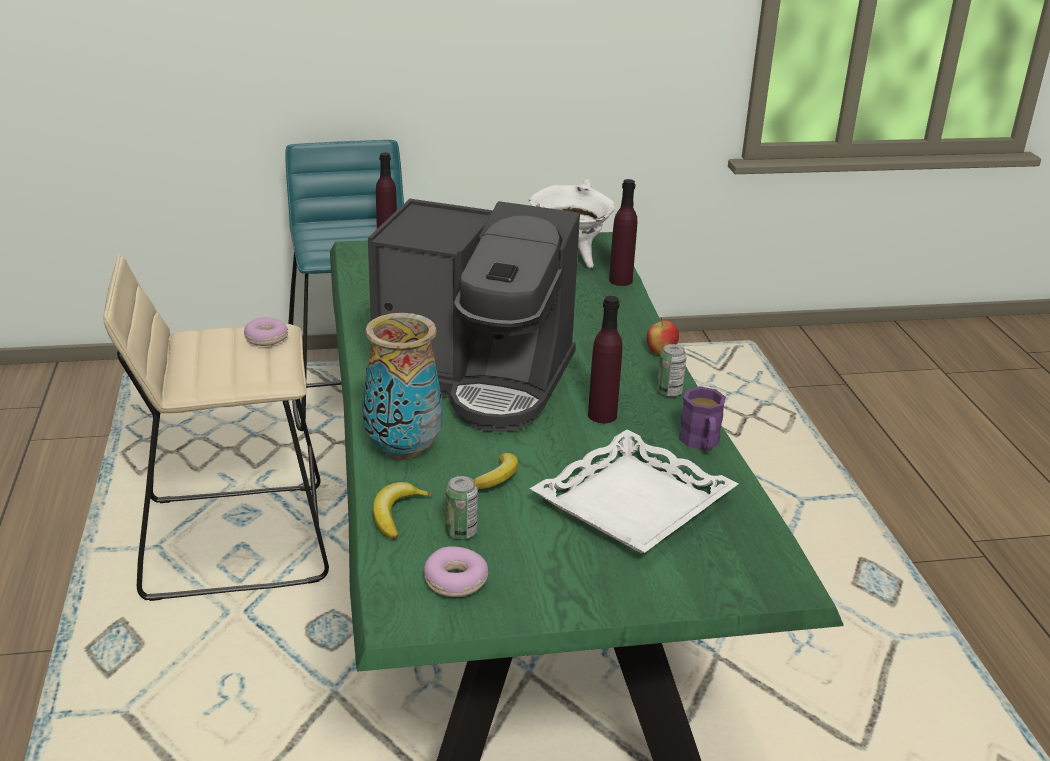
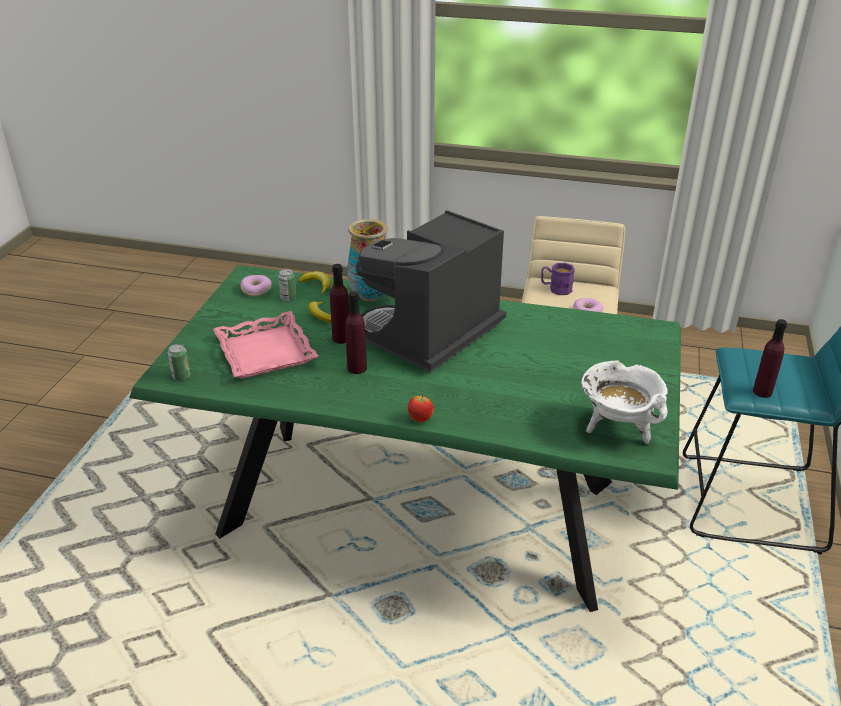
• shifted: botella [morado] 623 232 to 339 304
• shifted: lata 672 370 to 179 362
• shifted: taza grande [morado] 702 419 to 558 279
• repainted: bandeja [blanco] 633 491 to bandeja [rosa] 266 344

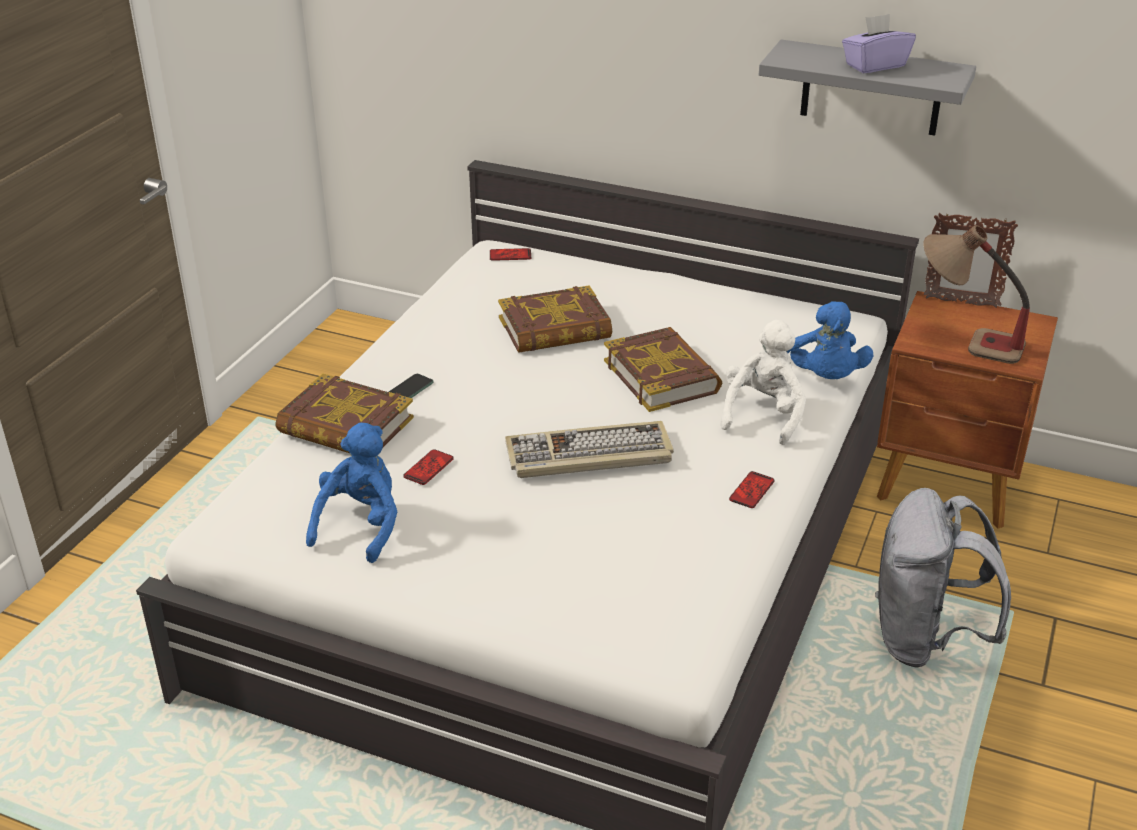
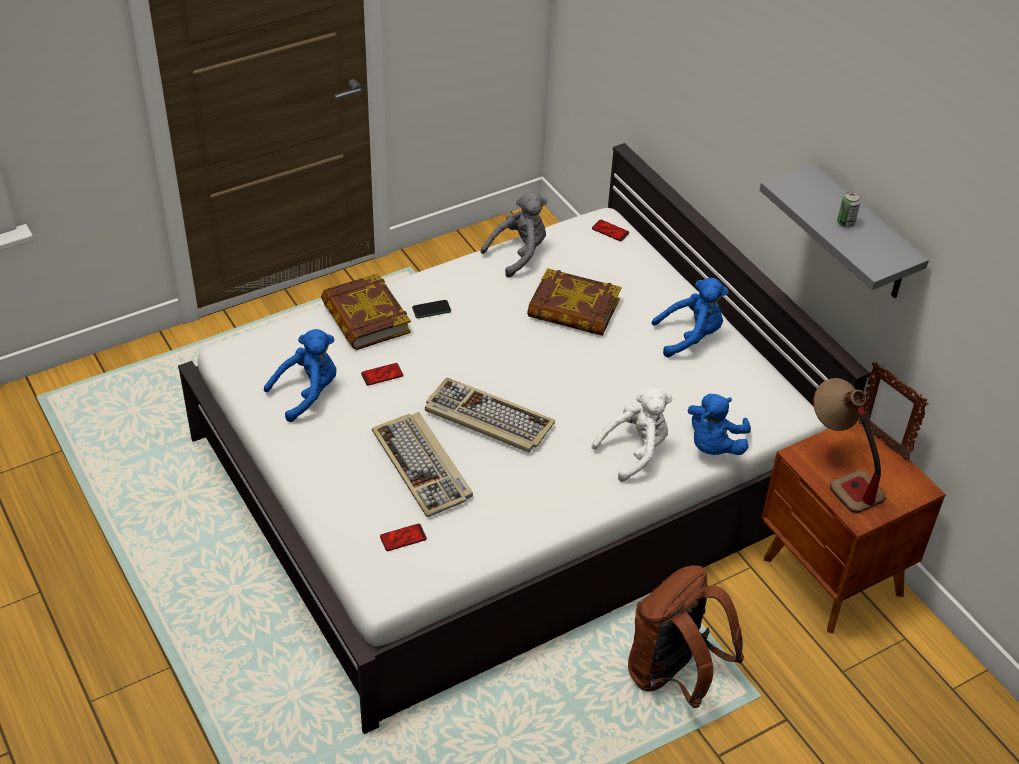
• swapped: caja de pañuelos [morado] 879 43 to lata 849 210
• gone: libro 663 369
• shifted: móvil 751 489 to 403 537
• repainted: mochila [gris] 943 578 to mochila [marrón] 686 636
• new: peluche [gris] 514 235
• new: peluche [azul] 689 318
• new: teclado 422 464

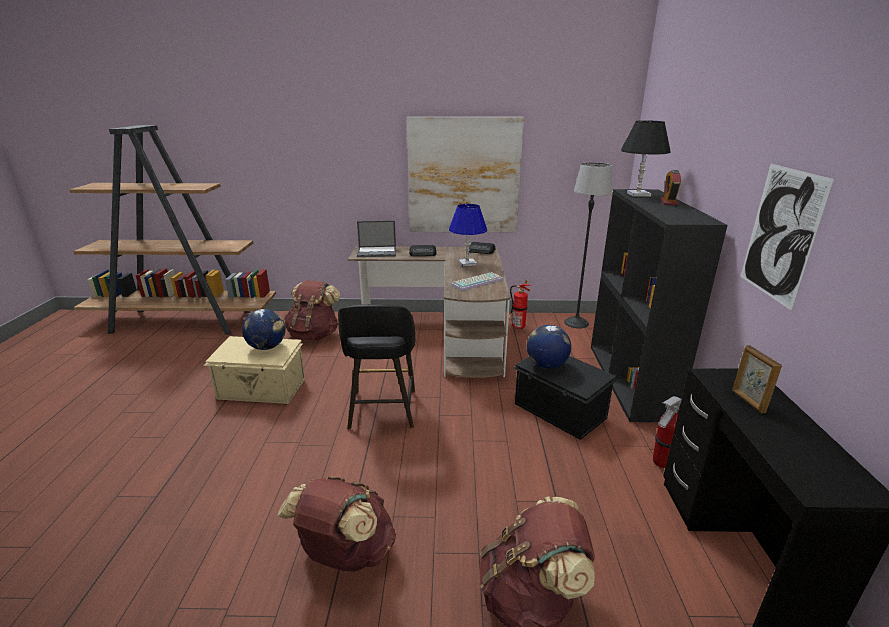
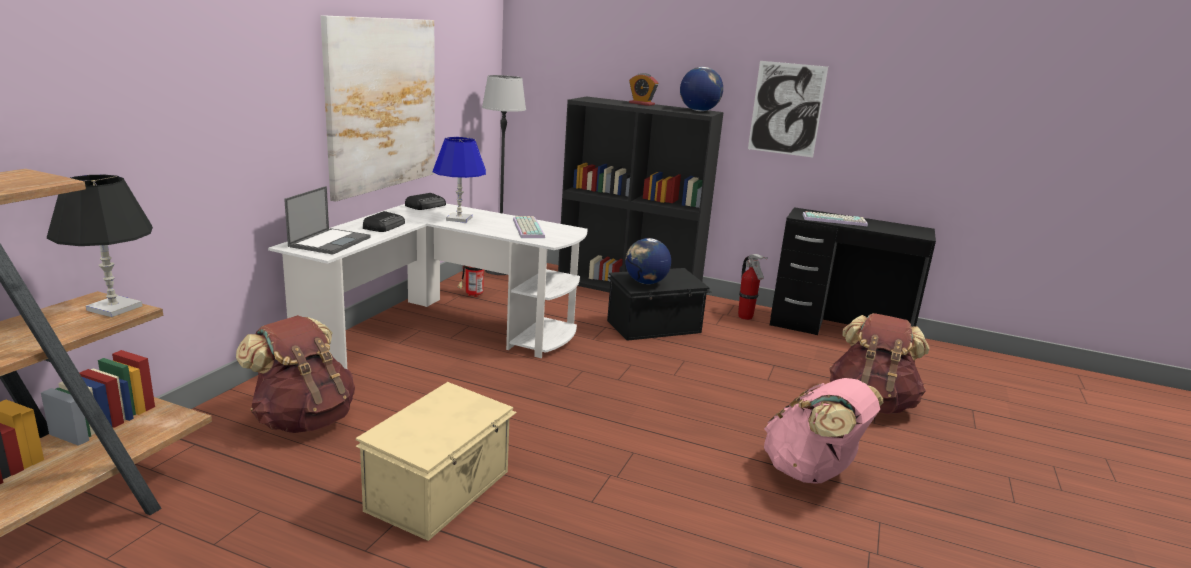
• shifted: lámpara de mesa [negro] 646 159 to 100 246
• repainted: escritorio [marrón] 429 312 to escritorio [blanco] 427 286
• gone: taburete [negro] 376 367
• shifted: globo terráqueo 264 329 to 701 89
• swapped: portarretratos 757 379 to teclado 835 218
• repainted: mochila [marrón] 337 523 to mochila [rosa] 823 431

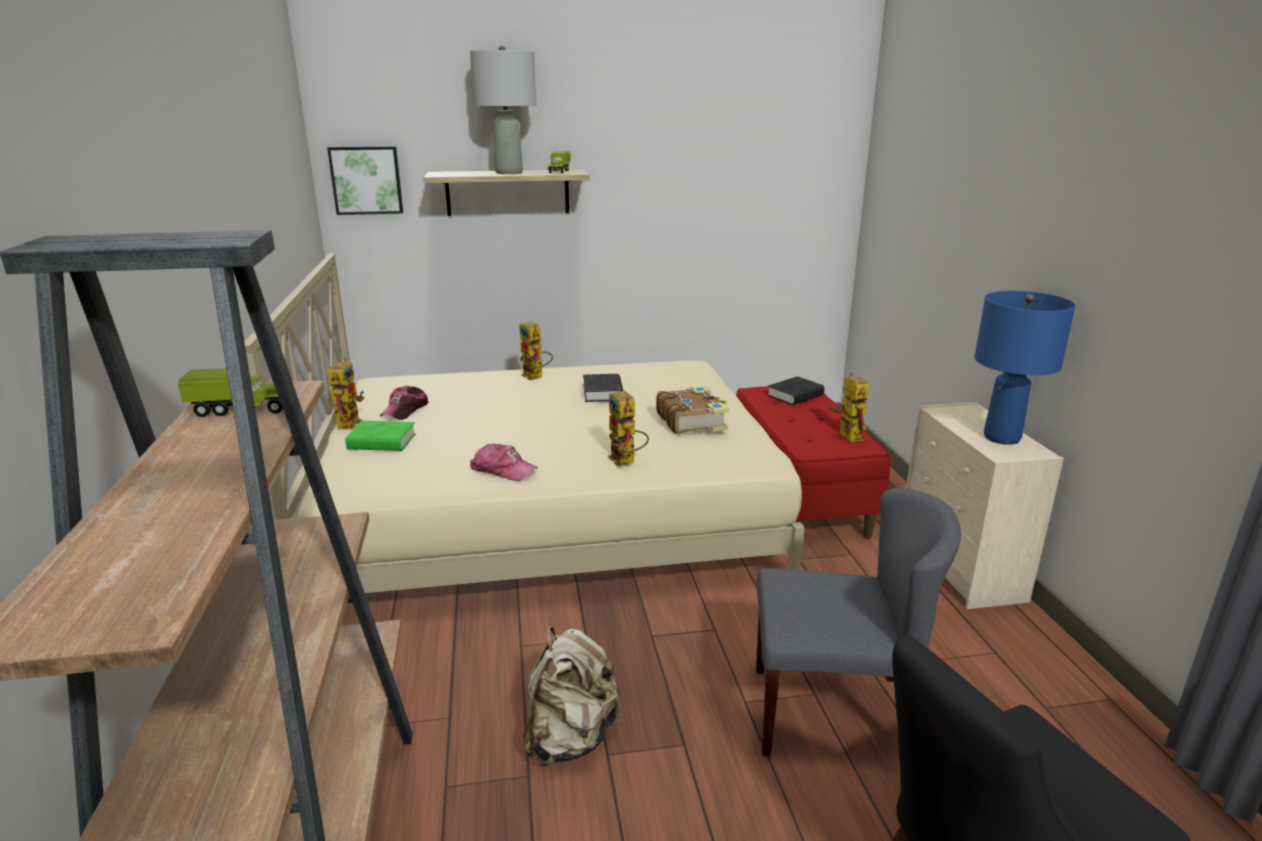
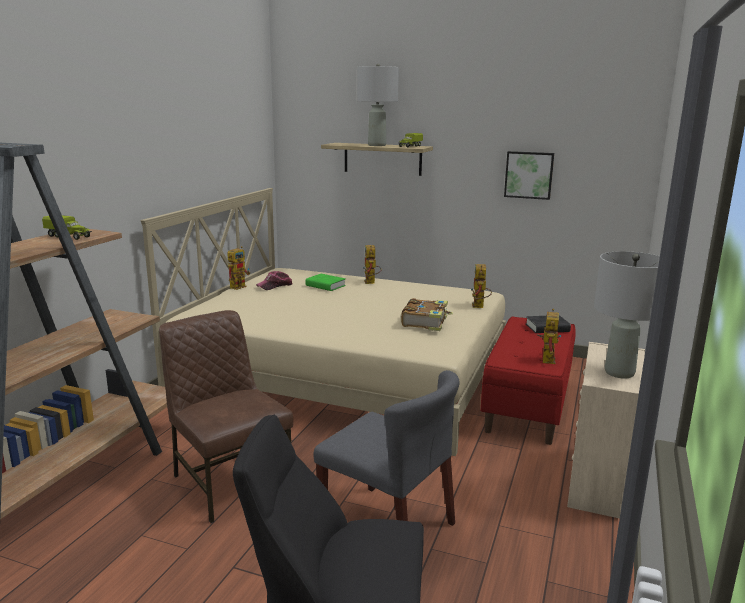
• shifted: cuadro 365 180 to 529 175
• repainted: lámpara de mesa [azul] 1025 368 to lámpara de mesa [gris] 627 315
• gone: libro [negro] 603 388
• shifted: robot de juguete 628 429 to 481 286
• shifted: libro [verde] 380 436 to 325 282
• gone: gorra 504 462
• swapped: mochila [beis] 571 696 to silla [marrón] 226 416

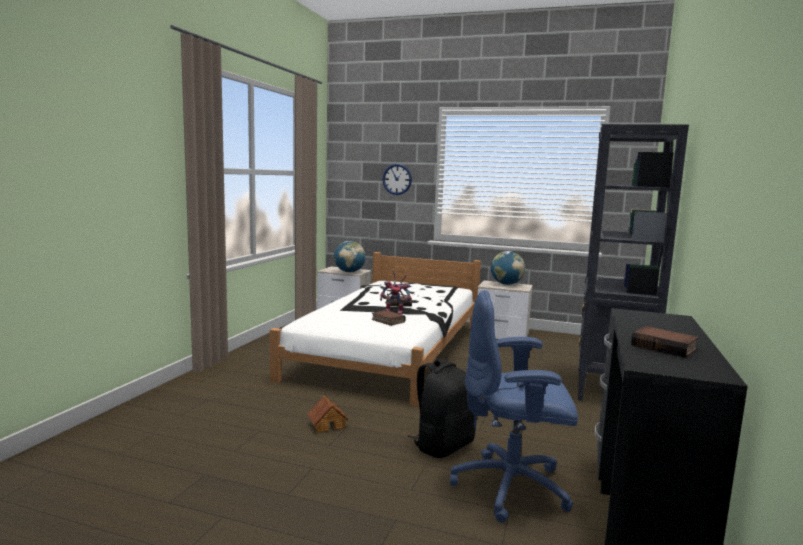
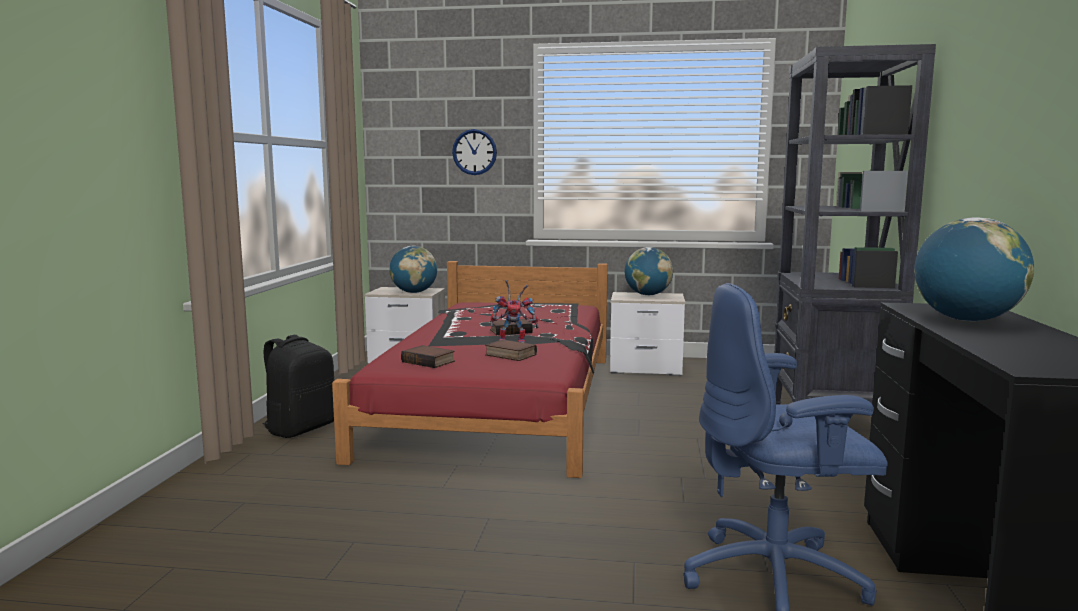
• repainted: cama [blanco] 375 329 to cama [rojo] 470 369
• shifted: libro 665 342 to 428 356
• shifted: mochila [negro] 441 408 to 298 386
• gone: casita 328 414
• new: globo terráqueo 974 269

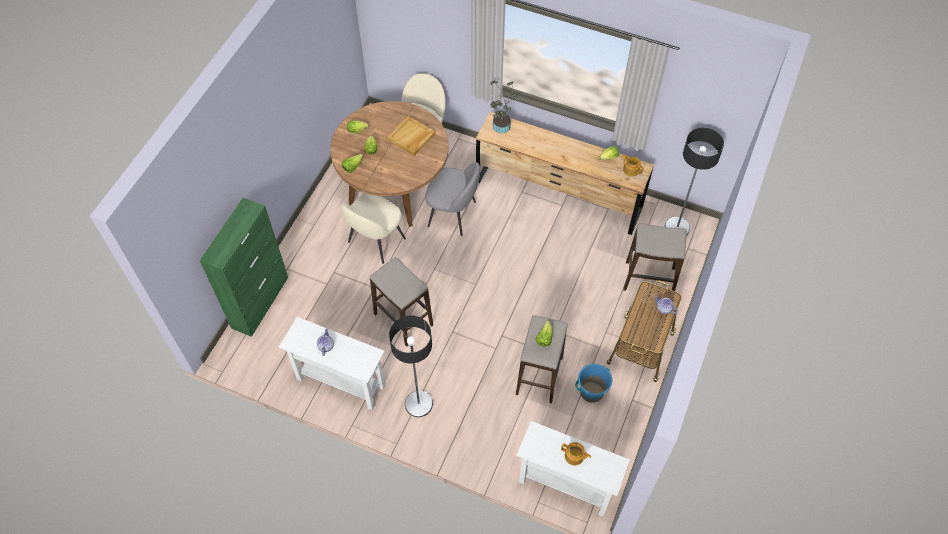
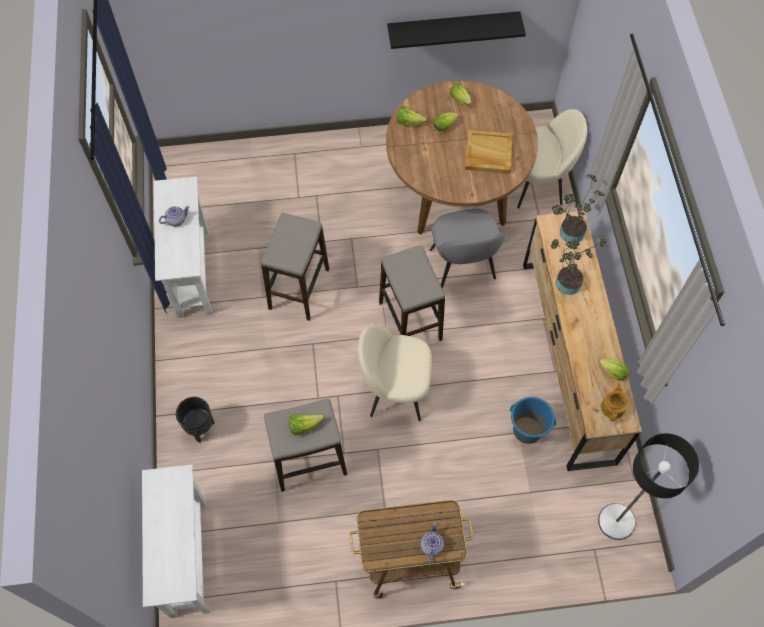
• shifted: silla [beis] 373 228 to 395 372
• gone: armario [verde] 244 267
• shifted: taburete 654 257 to 412 293
• gone: lámpara de pie 411 366
• shifted: cubo [azul] 593 383 to 532 420
• gone: tetera 576 454
• new: estante [negro] 456 30
• new: planta en maceta 578 265
• new: maceta [negro] 195 419

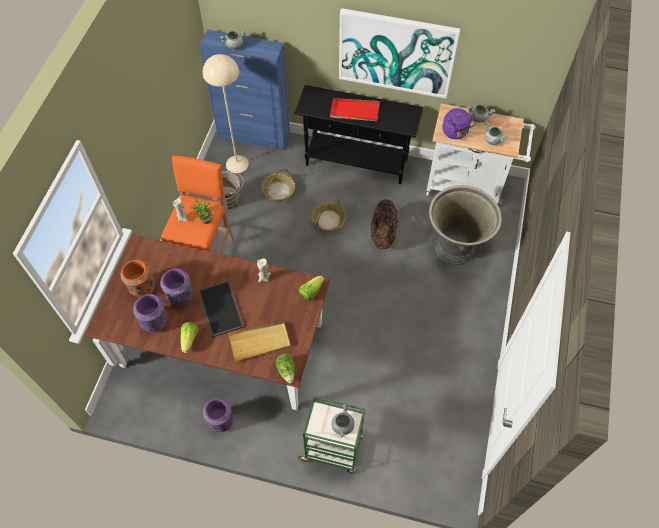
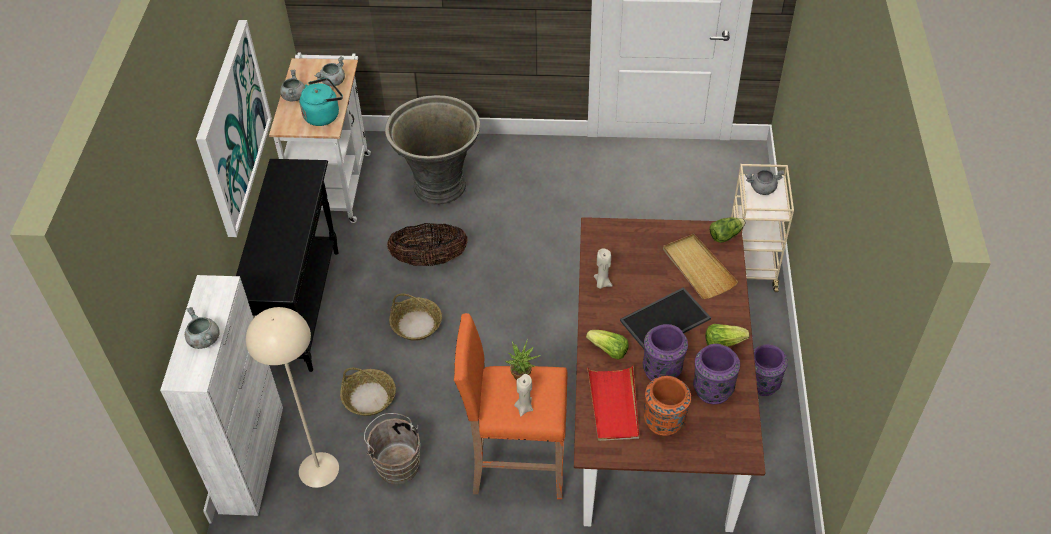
• repainted: armario [azul] 244 89 to armario [blanco] 221 395
• shifted: bandeja [rojo] 355 109 to 613 403
• repainted: hervidor [morado] 459 123 to hervidor [turquesa] 321 102
• shifted: lechuga 312 288 to 607 345
• repainted: carrito [verde] 331 435 to carrito [beis] 762 228

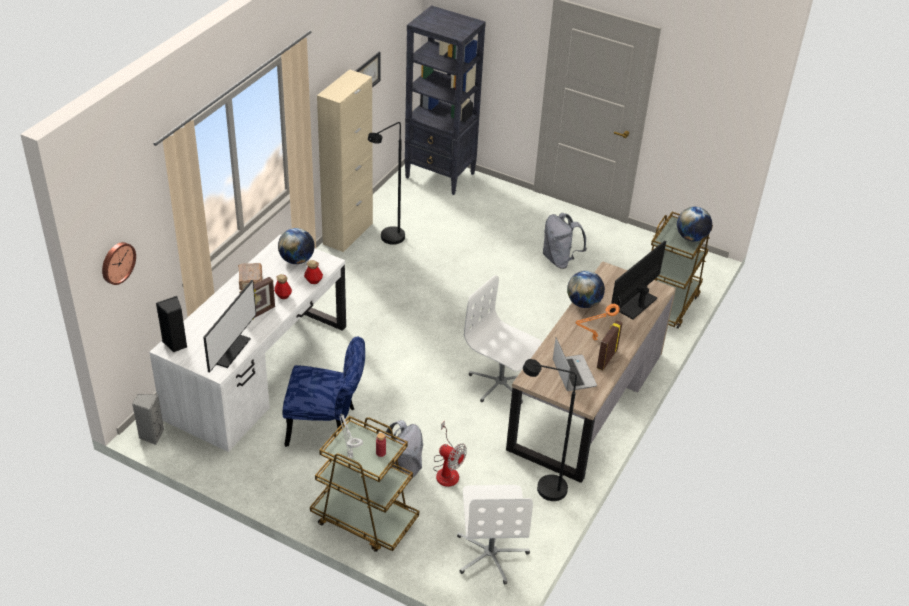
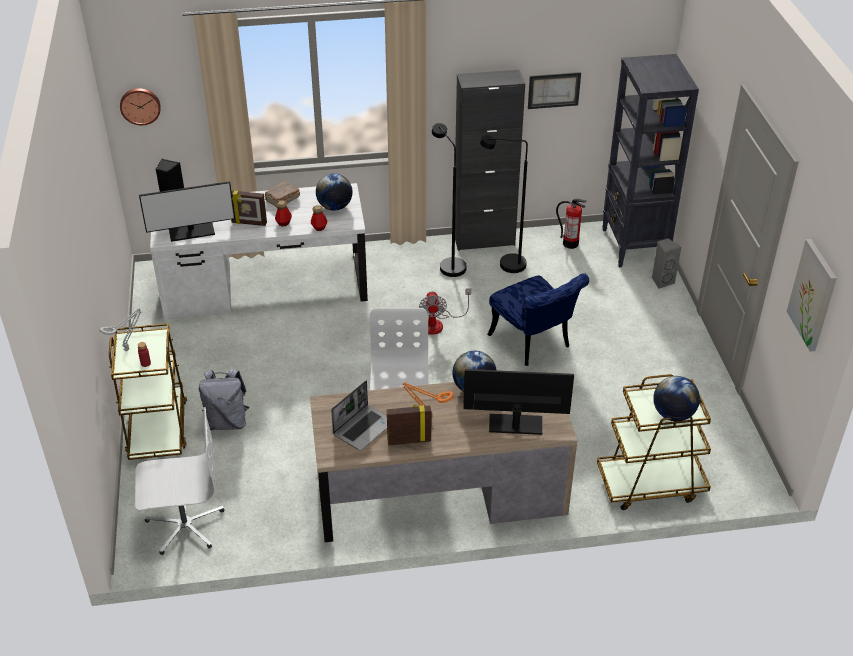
• repainted: armario [beis] 345 160 to armario [negro] 490 160
• gone: mochila [gris] 565 241
• shifted: silla [azul] 324 392 to 538 319
• shifted: lámpara de pie [negro] 550 430 to 449 200
• shifted: altavoz [gris] 148 419 to 666 263
• shifted: ventilador 450 454 to 445 311
• rotated: silla de oficina [blanco] 495 534 = 179 481 150 degrees counterclockwise
• new: extintor 571 224
• new: cuadro 812 295

